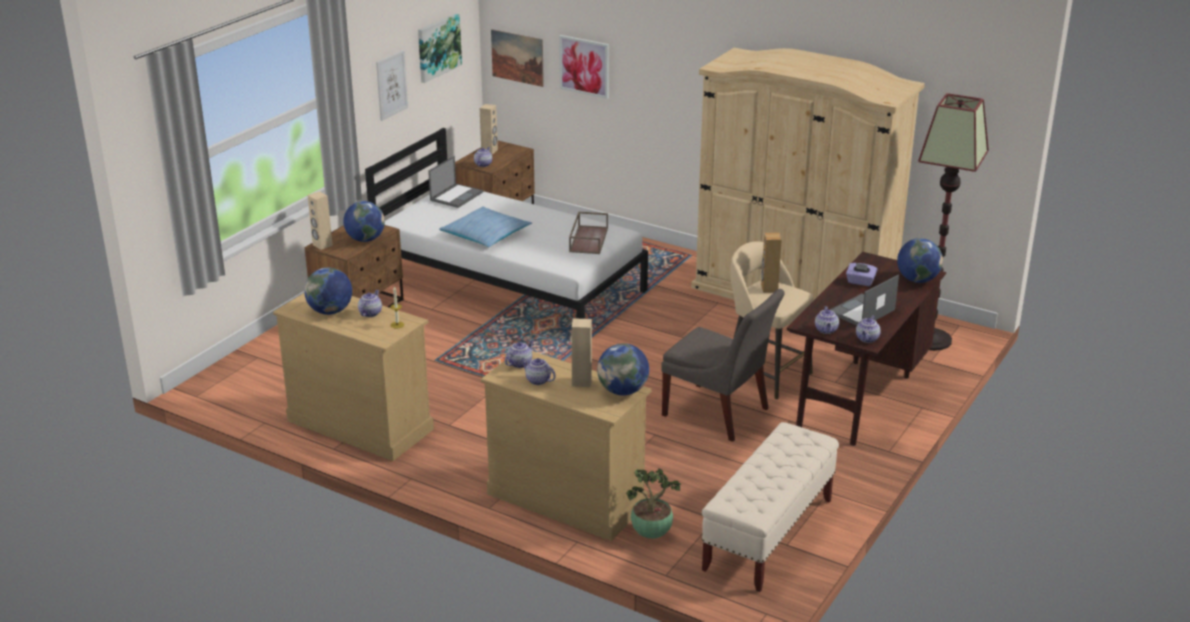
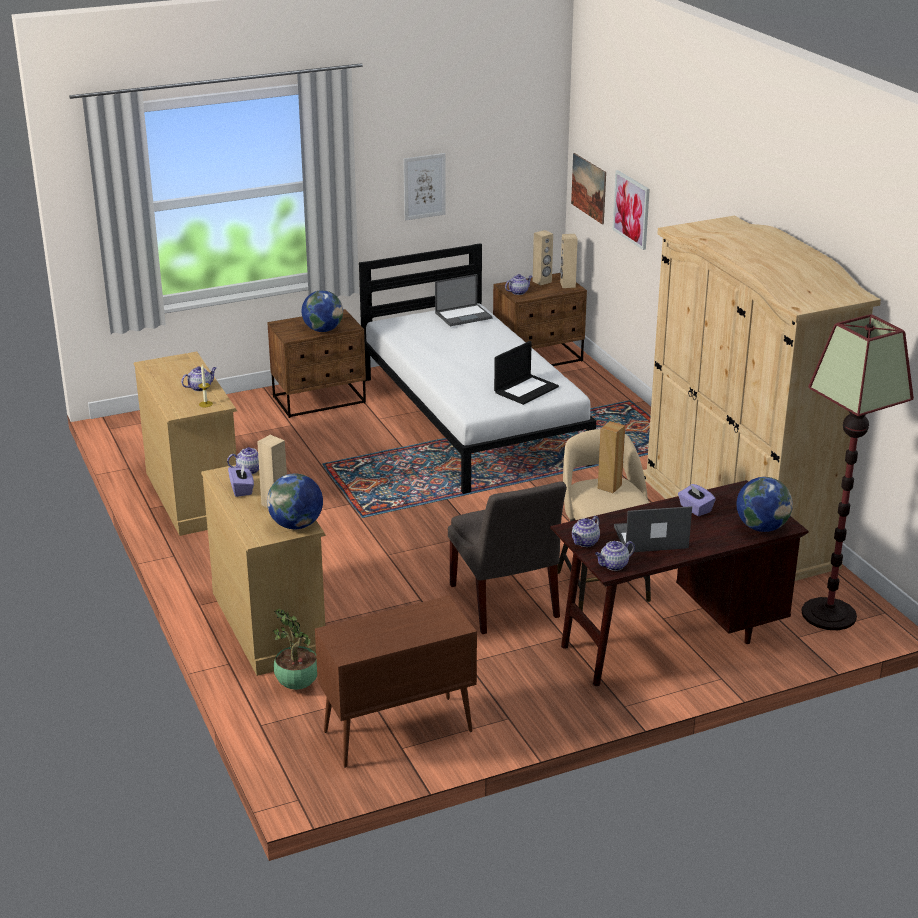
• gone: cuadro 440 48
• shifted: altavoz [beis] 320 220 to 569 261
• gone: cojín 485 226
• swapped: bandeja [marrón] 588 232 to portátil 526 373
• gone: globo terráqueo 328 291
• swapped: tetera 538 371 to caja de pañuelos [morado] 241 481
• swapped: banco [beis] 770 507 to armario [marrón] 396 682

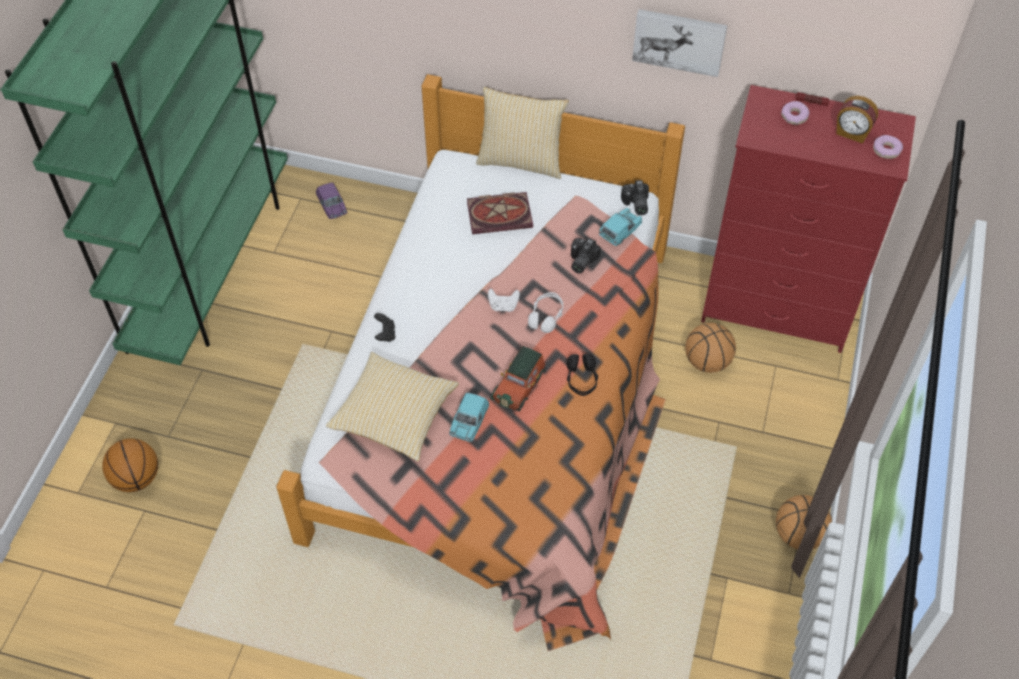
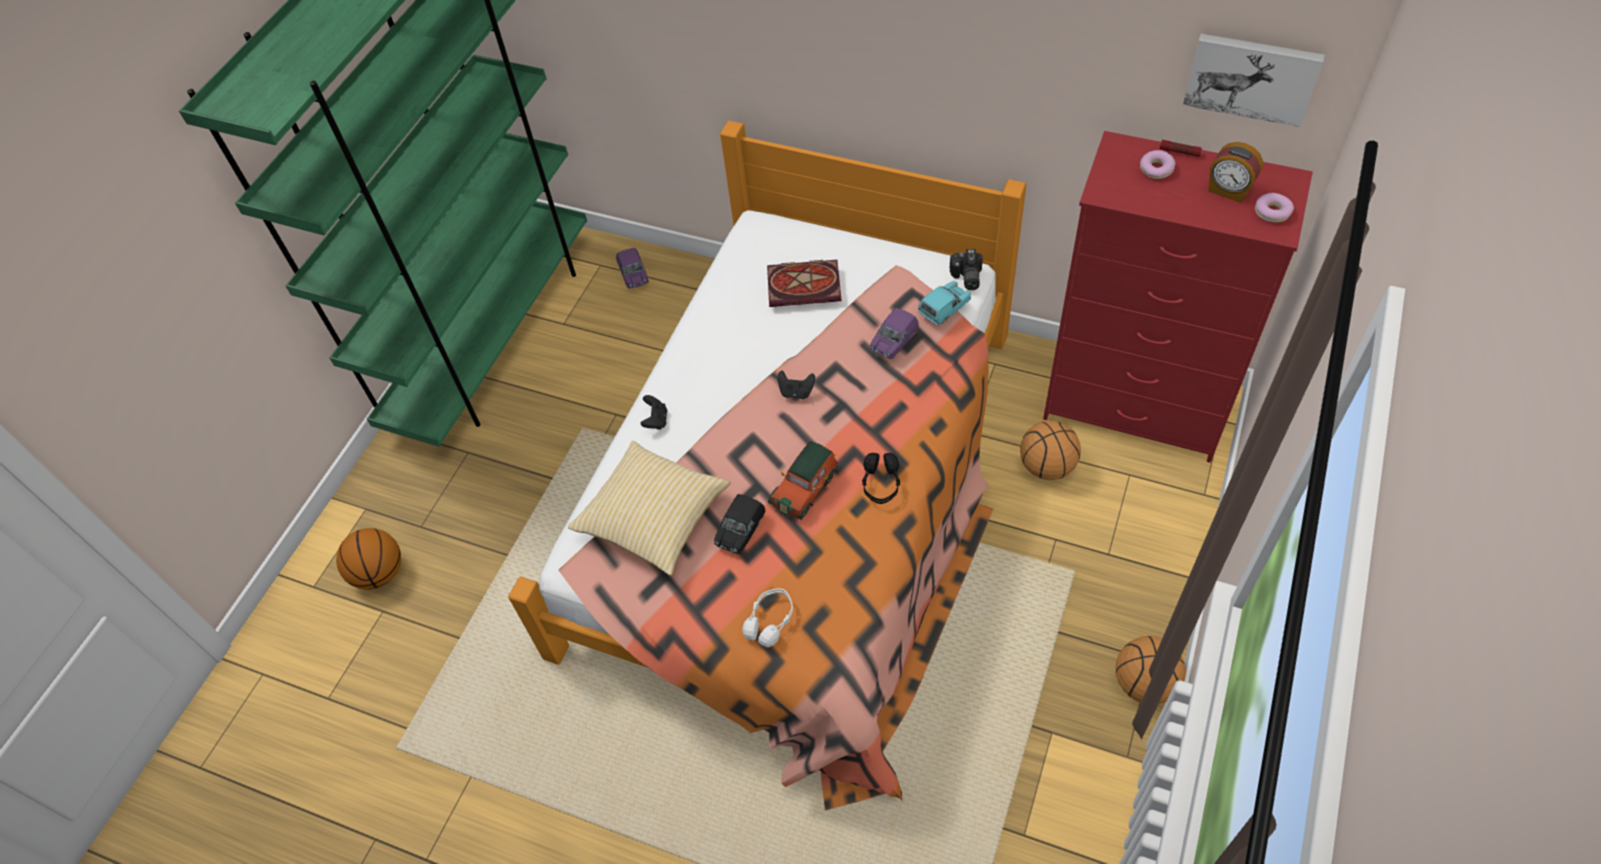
• shifted: cuadro 679 43 to 1254 80
• gone: cojín 522 133
• swapped: cámara 586 256 to coche de juguete [morado] 894 333
• repainted: mando de consola [blanco] 504 300 to mando de consola [negro] 796 385
• shifted: auriculares [blanco] 545 312 to 767 617
• repainted: coche de juguete [turquesa] 469 417 to coche de juguete [negro] 740 524

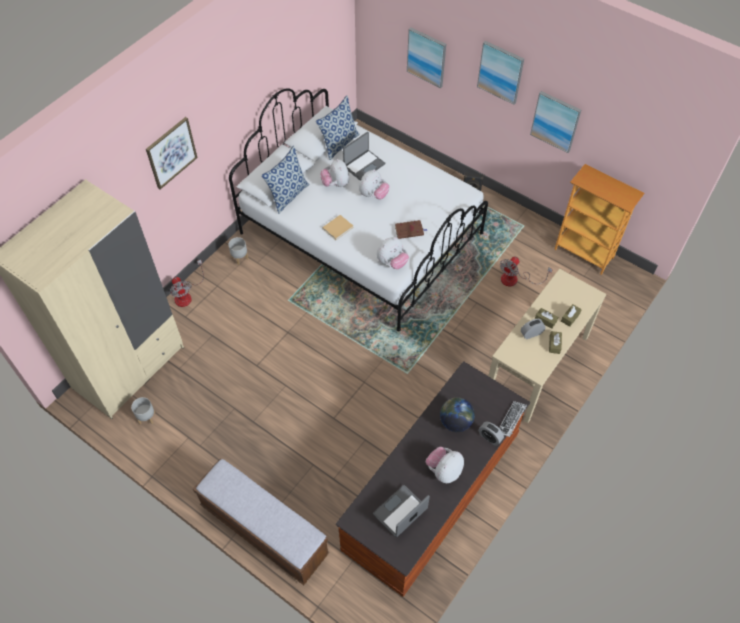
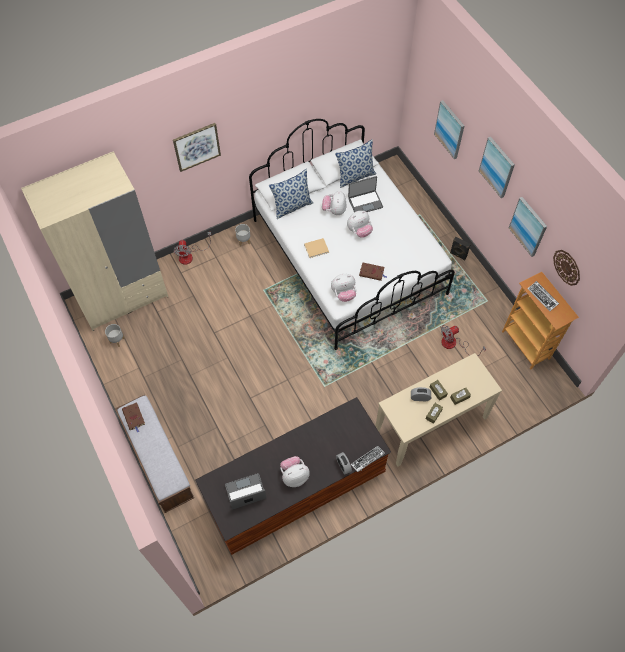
• gone: globo terráqueo 457 414
• new: reloj de pared 566 268
• new: teclado 543 296
• new: libro [marrón] 133 417

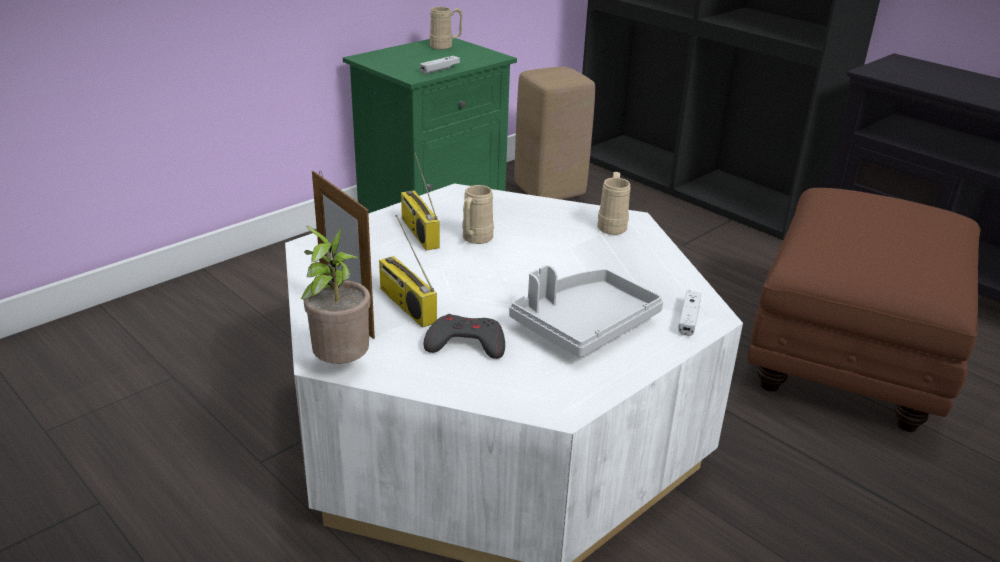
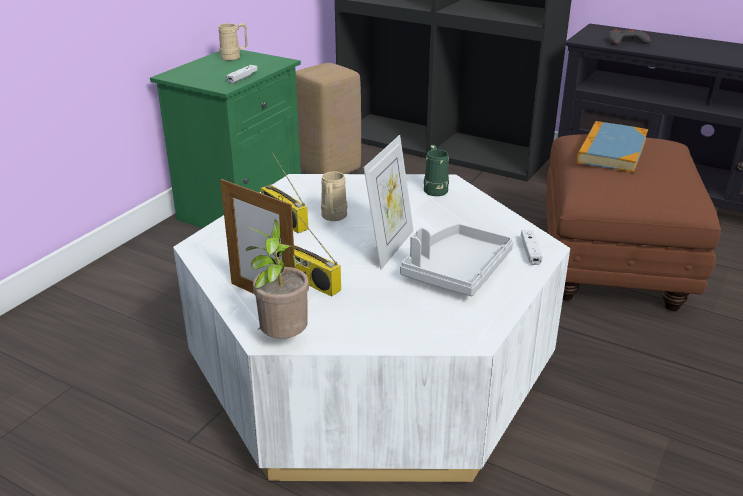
• repainted: taza grande [beis] 614 203 to taza grande [verde] 436 170
• shifted: mando de consola [gris] 464 336 to 630 36
• new: libro 612 147
• new: portarretratos 389 202

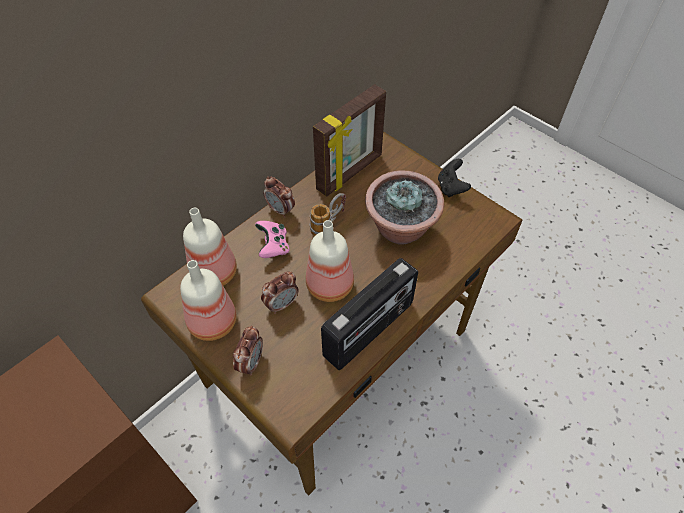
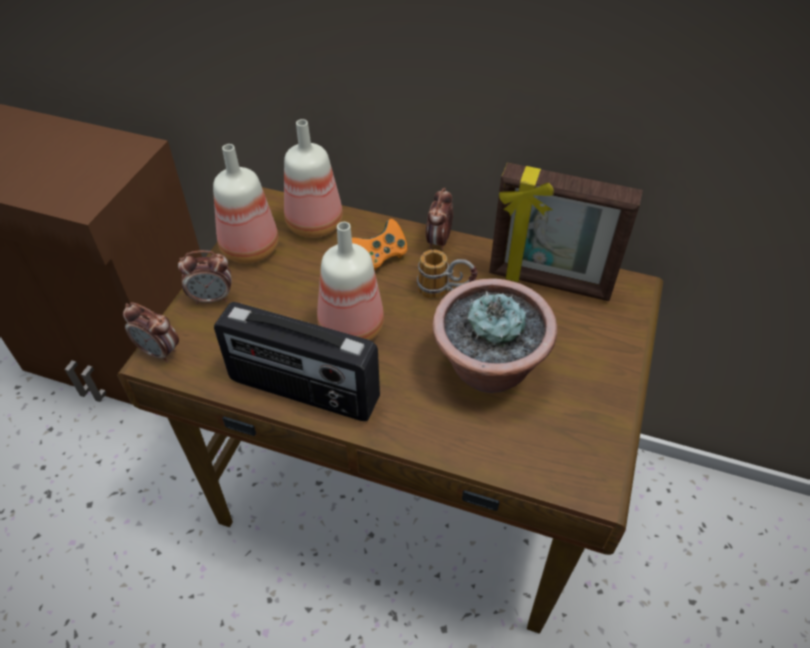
• gone: mando de consola [negro] 454 178
• repainted: mando de consola [rosa] 272 239 to mando de consola [naranja] 379 244
• shifted: despertador 280 292 to 151 332

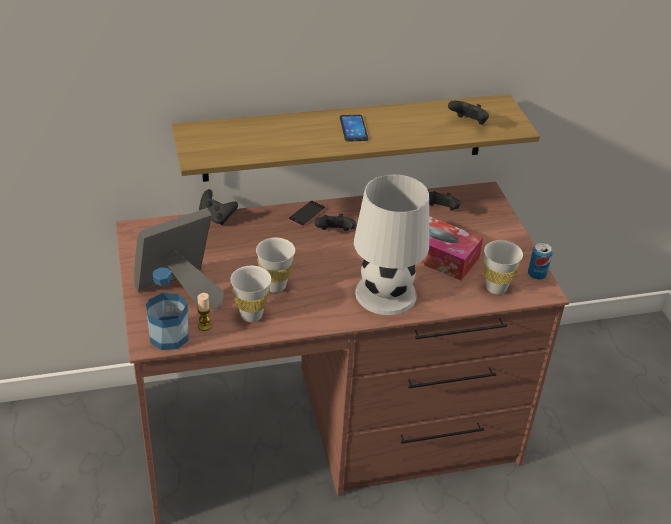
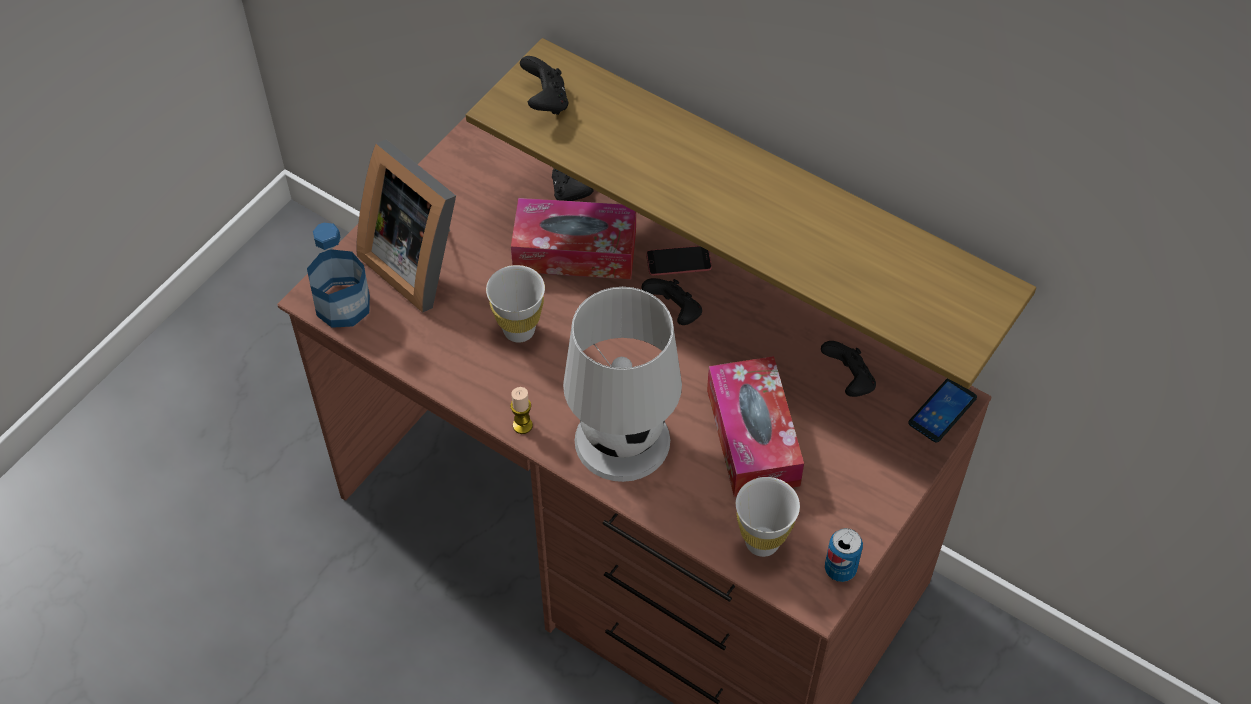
• shifted: mando de consola [negro] 468 113 to 544 85
• shifted: móvil 354 128 to 942 410
• rotated: portarretratos 179 259 = 406 226 150 degrees counterclockwise
• gone: taza [blanco] 250 294
• shifted: vela 204 312 to 521 410
• new: caja de pañuelos 573 238

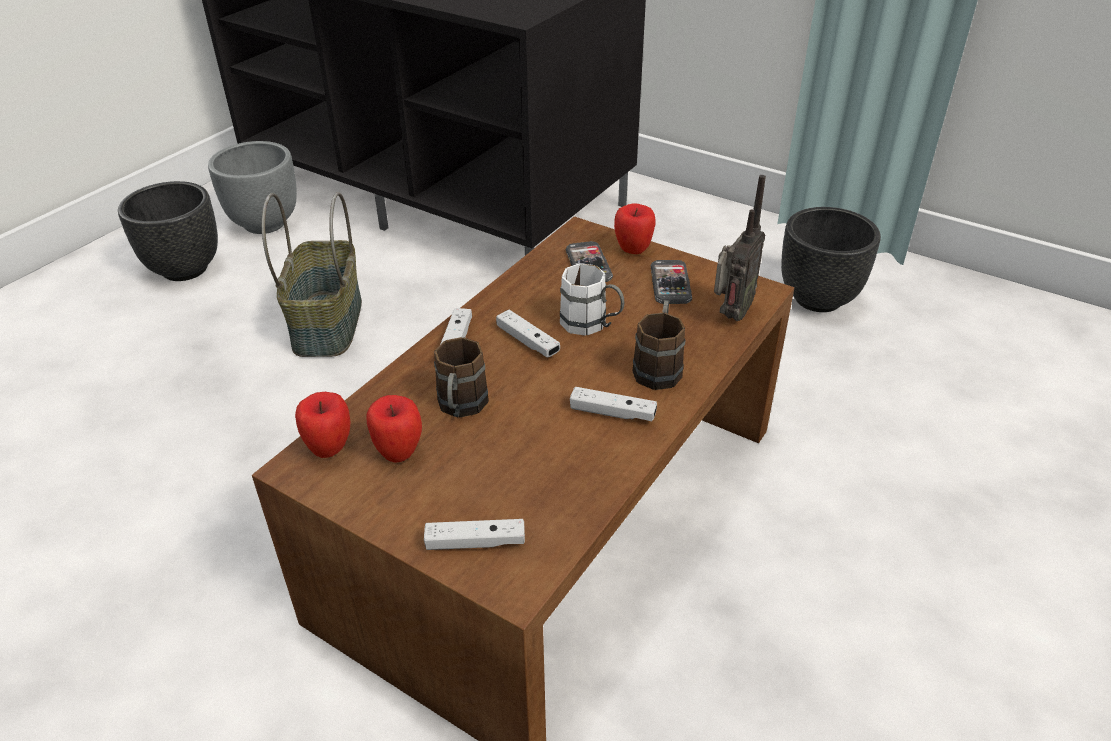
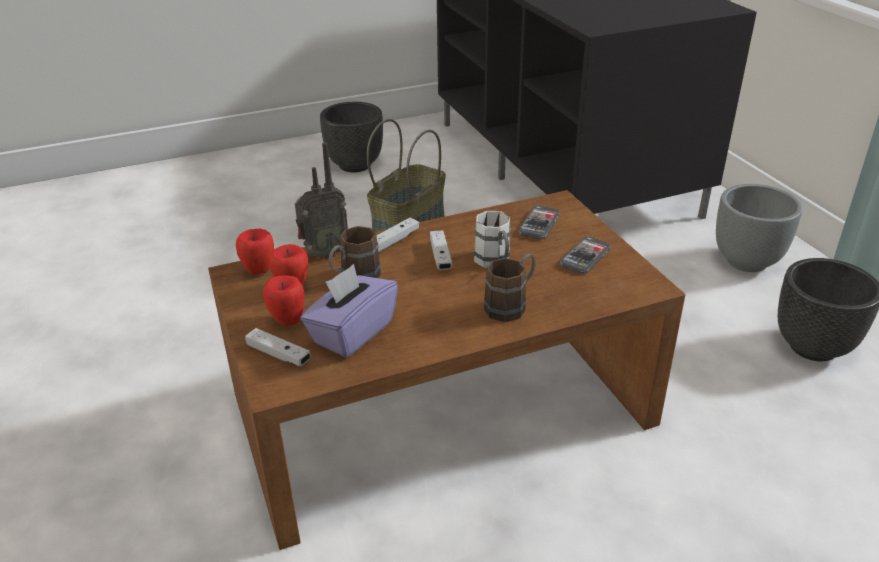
• shifted: maceta [gris] 252 187 to 759 228
• shifted: radio 740 248 to 321 200
• shifted: manzana 635 228 to 283 301
• gone: mando de consola [blanco] 613 404
• new: caja de pañuelos [morado] 349 311

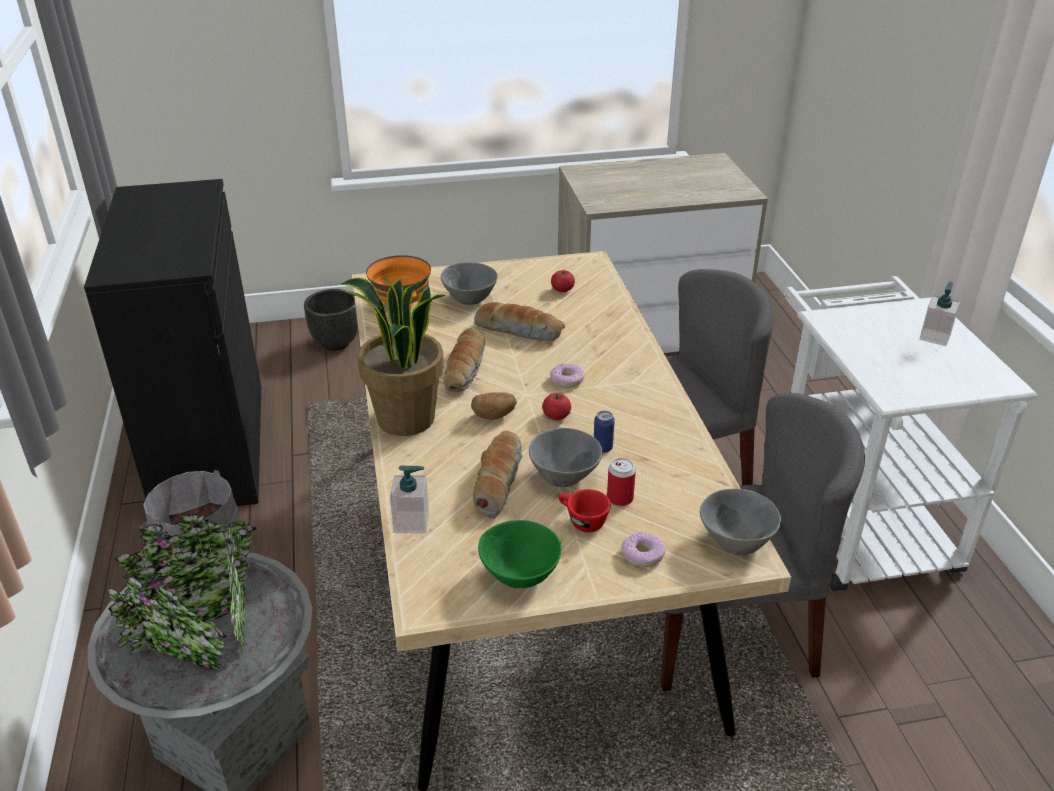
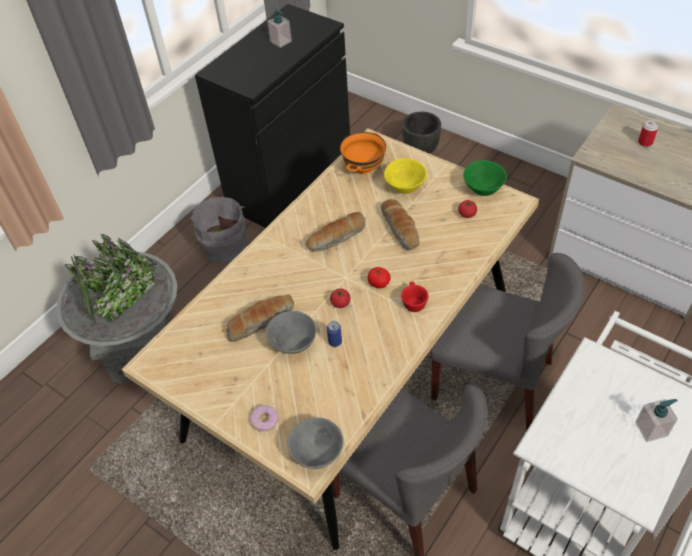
• repainted: cuenco [gris] 469 283 to cuenco [amarillo] 405 176
• gone: planta en maceta 392 355
• swapped: rosquilla 567 375 to tomate 379 277
• gone: patata 494 406
• shifted: lata 621 482 to 648 133
• shifted: dispensador de jabón 409 499 to 279 28
• shifted: taza [rojo] 585 510 to 415 297
• shifted: cuenco [verde] 519 554 to 485 178

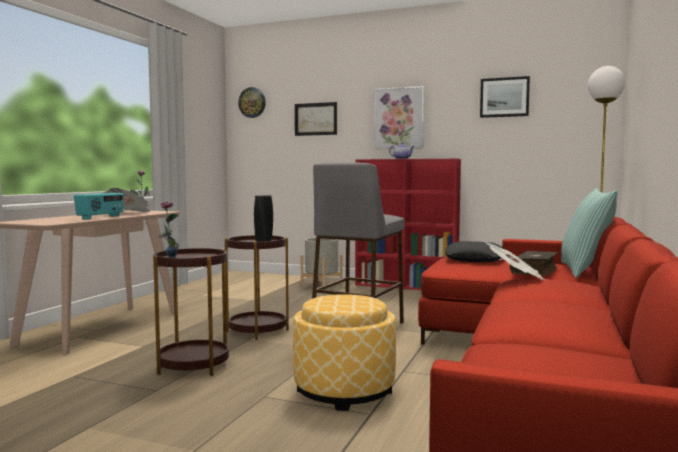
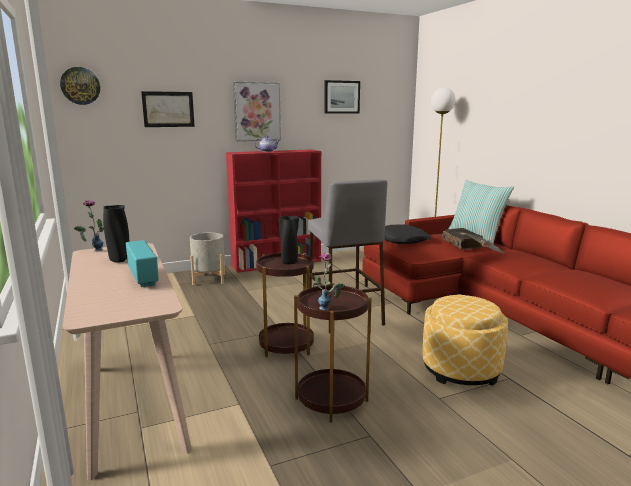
• swapped: periódico 126 200 to florero [negro] 116 234

